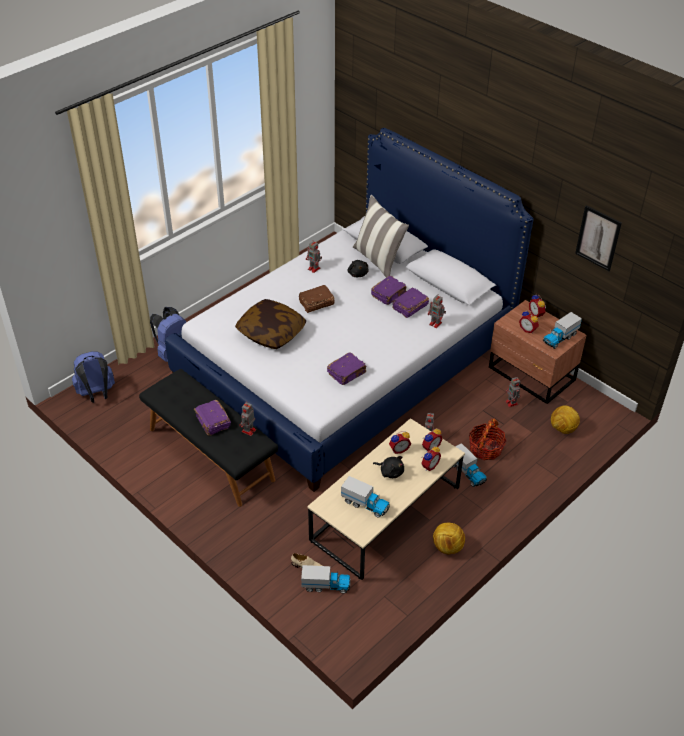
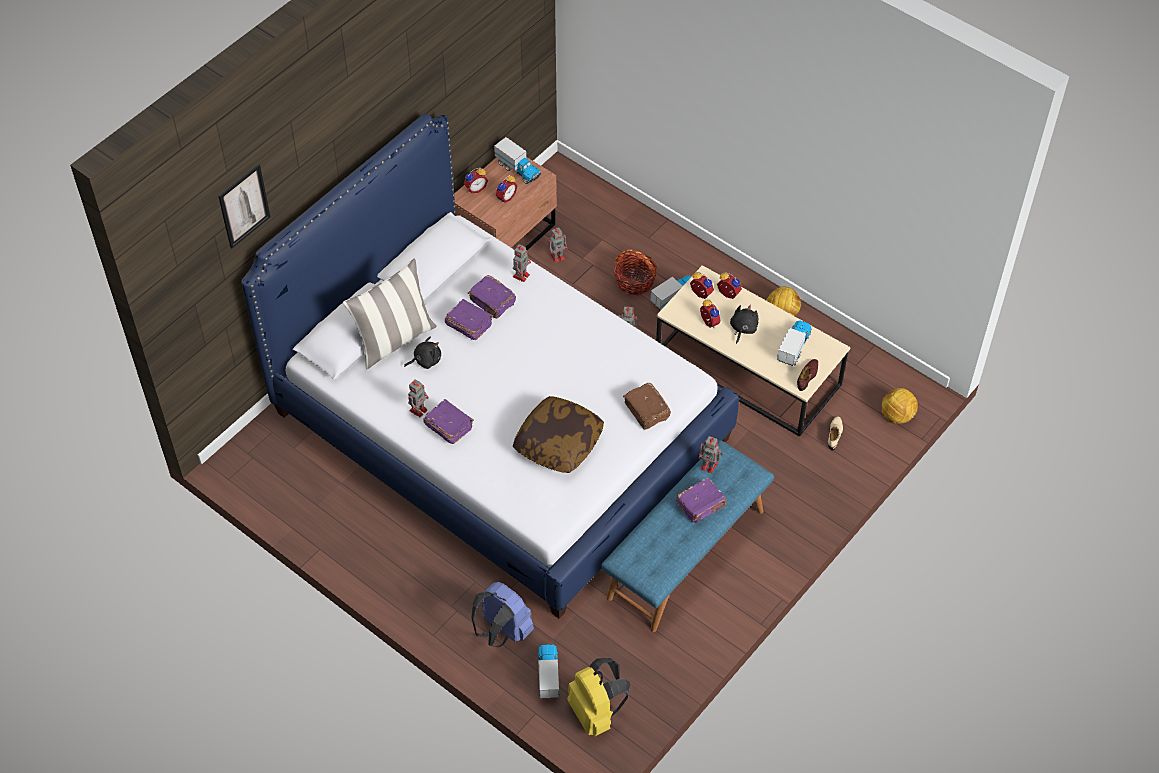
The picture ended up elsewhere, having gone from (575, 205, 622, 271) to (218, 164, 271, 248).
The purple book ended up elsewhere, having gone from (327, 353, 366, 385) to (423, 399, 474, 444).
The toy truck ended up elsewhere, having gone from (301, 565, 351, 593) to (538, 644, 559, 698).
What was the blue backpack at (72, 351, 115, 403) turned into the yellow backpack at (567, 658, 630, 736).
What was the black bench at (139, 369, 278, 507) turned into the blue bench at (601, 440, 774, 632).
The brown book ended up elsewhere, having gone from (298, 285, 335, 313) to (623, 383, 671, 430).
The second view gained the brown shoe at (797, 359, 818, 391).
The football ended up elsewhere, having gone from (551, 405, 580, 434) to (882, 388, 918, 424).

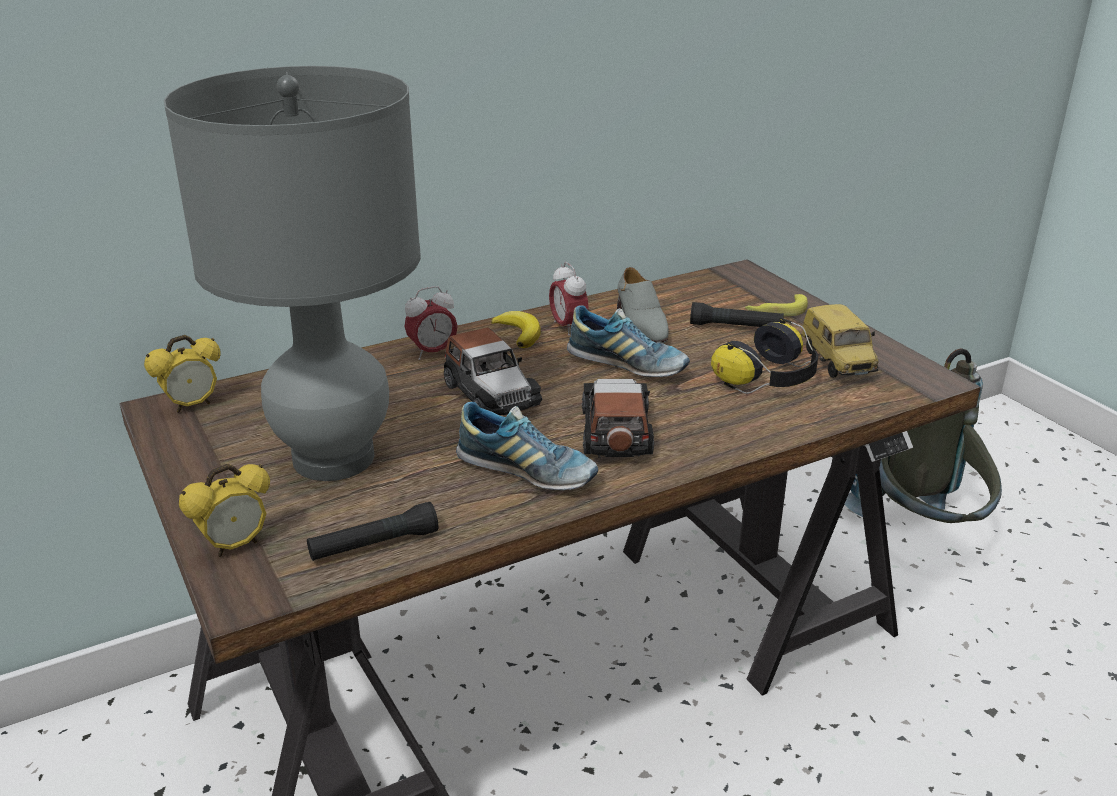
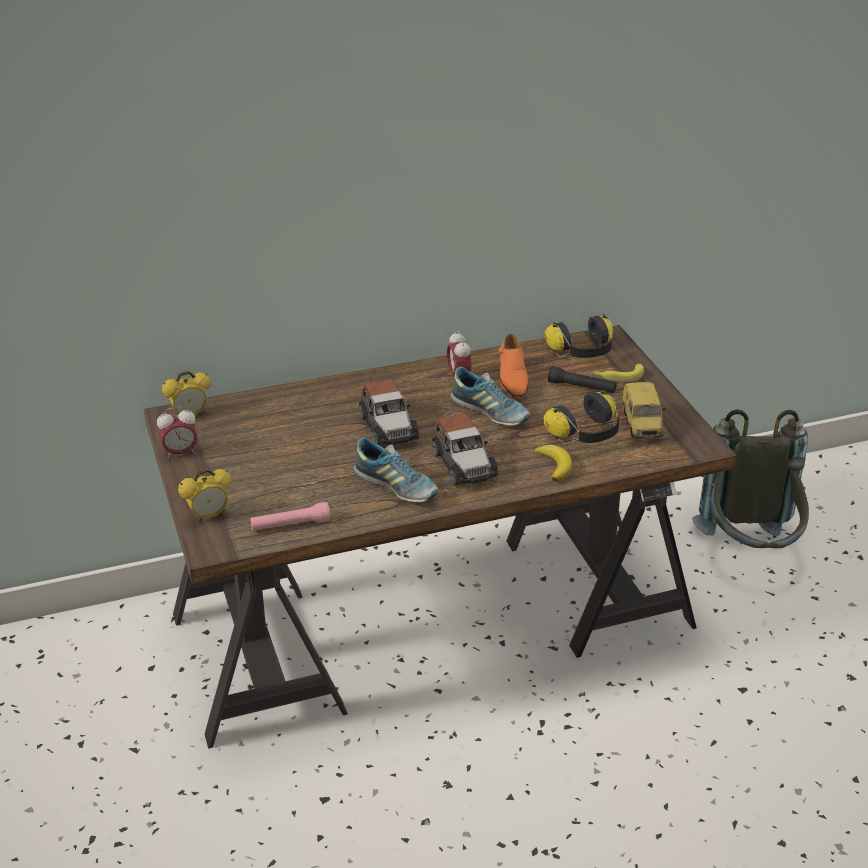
The alarm clock ended up elsewhere, having gone from (405, 286, 457, 360) to (157, 407, 197, 459).
What was the black flashlight at (307, 502, 438, 561) turned into the pink flashlight at (250, 502, 330, 531).
The toy car at (582, 379, 654, 457) ended up facing another way, 150 degrees clockwise from before.
What was the grey shoe at (617, 267, 669, 343) turned into the orange shoe at (499, 334, 528, 398).
The banana ended up elsewhere, having gone from (491, 311, 541, 348) to (534, 445, 572, 482).
The second view gained the headphones at (544, 314, 613, 358).
The second view lost the grey table lamp at (164, 66, 421, 481).

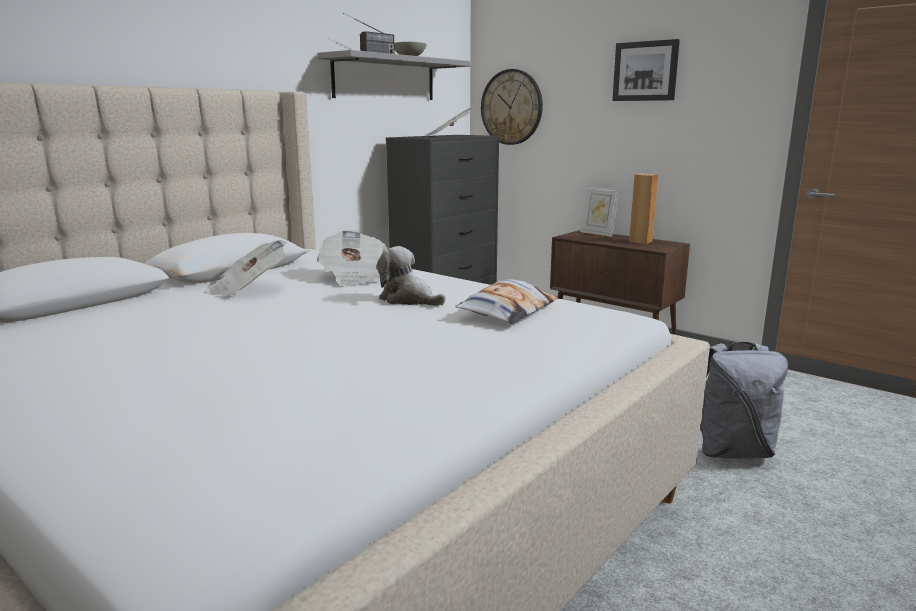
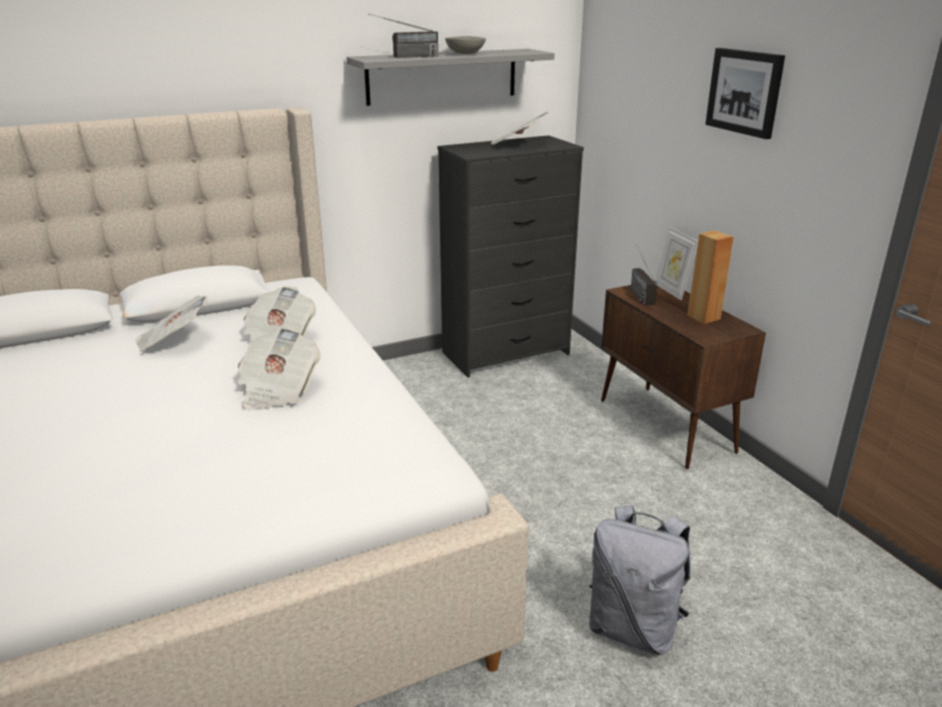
Where the plush toy stood at (376, 246, 446, 306), the newspaper came to stand at (237, 327, 321, 411).
The second view gained the radio at (631, 244, 657, 305).
The second view lost the pillow at (455, 279, 558, 324).
The second view lost the wall clock at (481, 69, 543, 145).

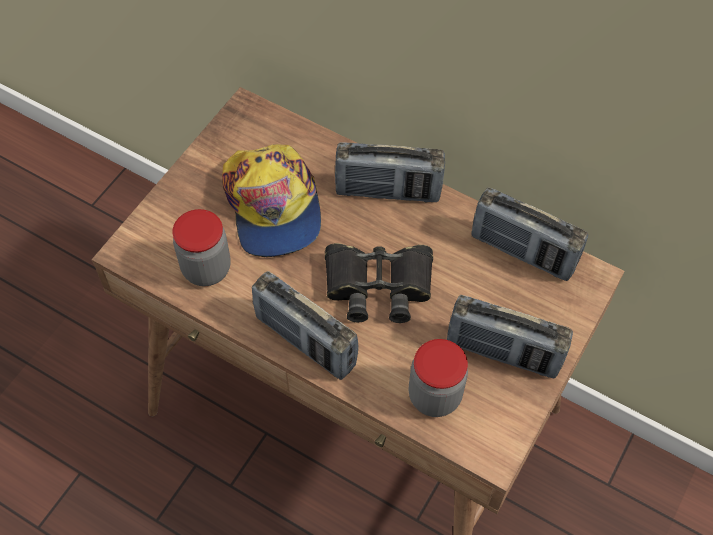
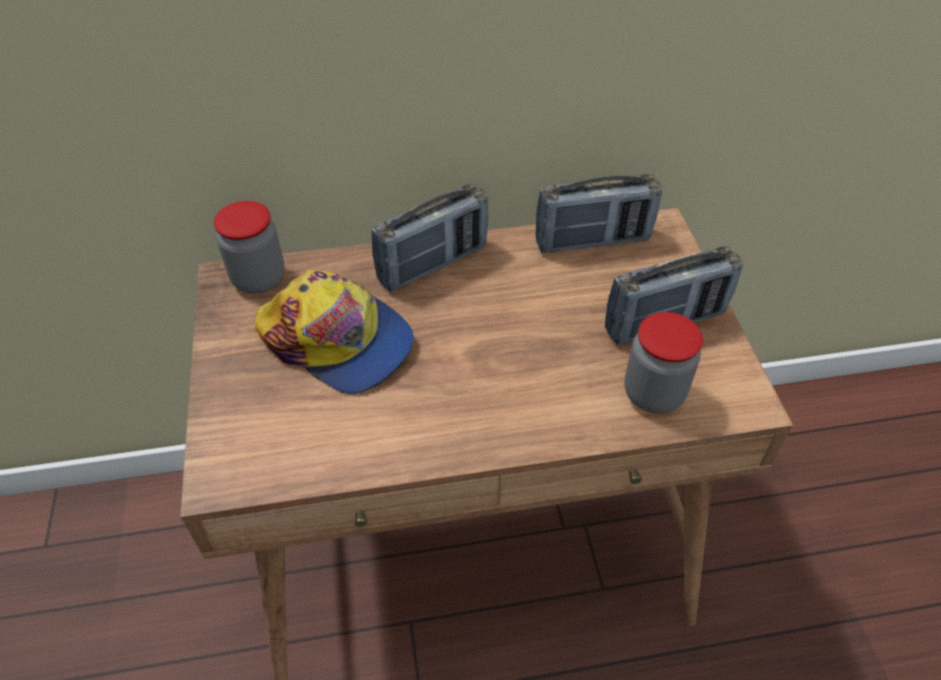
The jar ended up elsewhere, having gone from (173, 209, 230, 286) to (214, 201, 285, 293).
The second view lost the radio at (252, 271, 359, 380).
The second view lost the black binoculars at (325, 243, 433, 323).

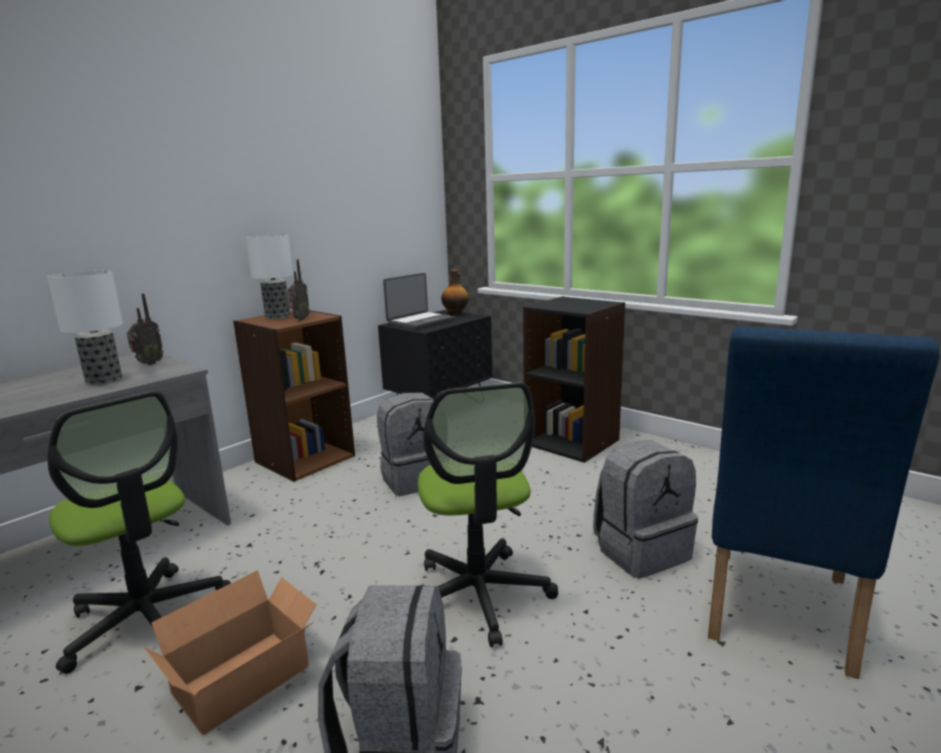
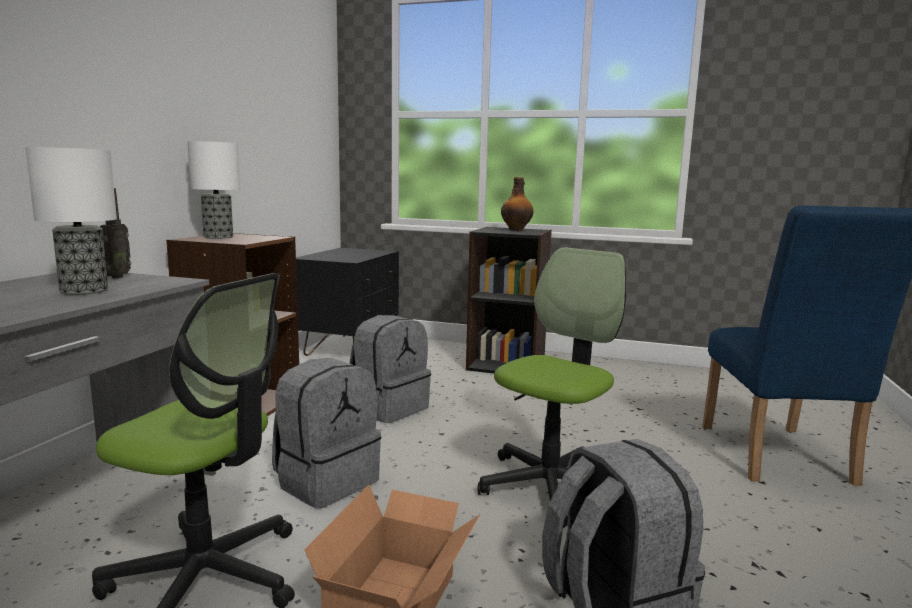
The grey backpack ended up elsewhere, having gone from (593, 440, 698, 579) to (272, 358, 381, 508).
The office chair at (418, 383, 558, 647) ended up facing another way, 105 degrees counterclockwise from before.
The bottle ended up elsewhere, having gone from (441, 269, 469, 315) to (501, 177, 534, 231).
The second view lost the radio at (285, 259, 310, 320).
The second view lost the laptop at (383, 273, 456, 329).

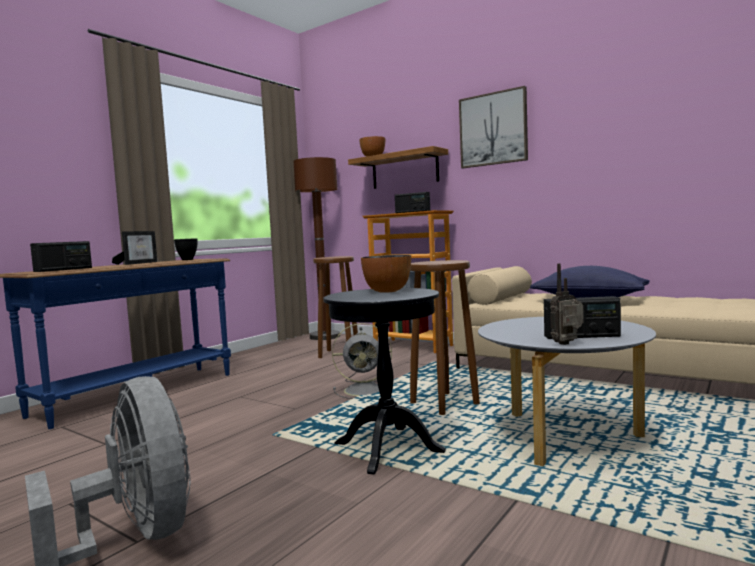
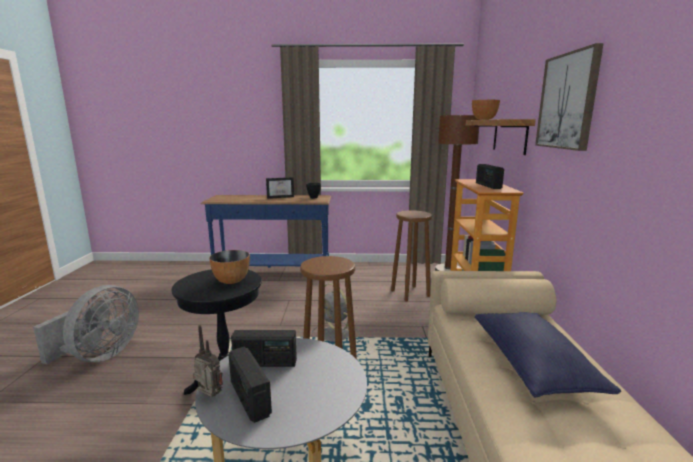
The radio ended up elsewhere, having gone from (30, 241, 92, 272) to (231, 330, 297, 367).

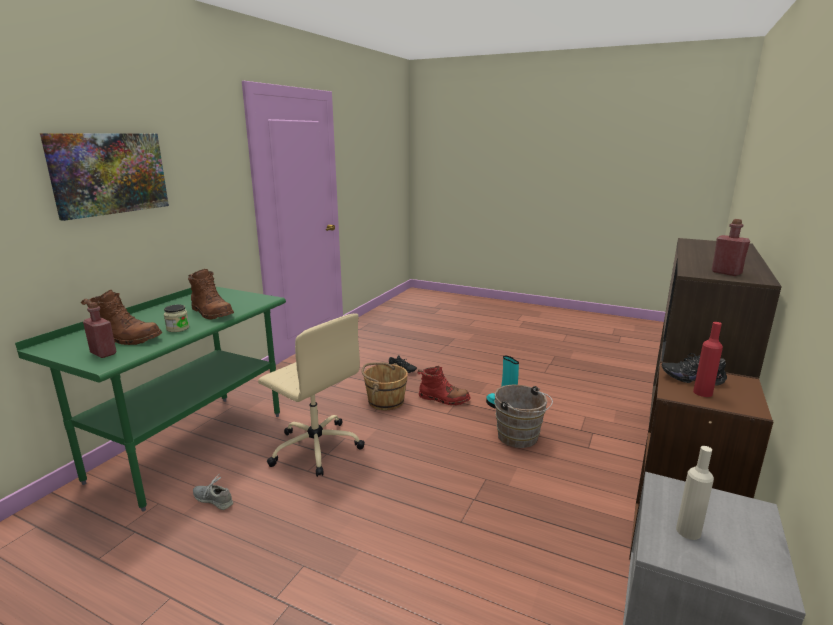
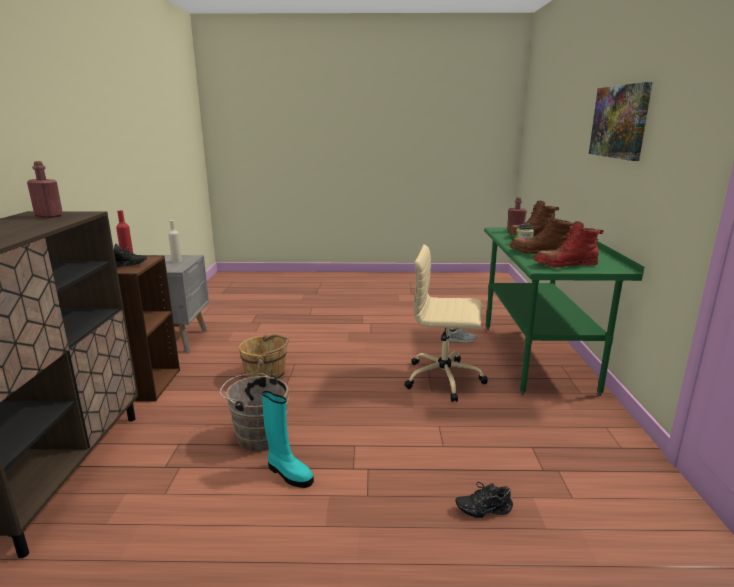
The brown bucket ended up elsewhere, having gone from (362, 362, 408, 410) to (239, 334, 289, 380).
The red boot ended up elsewhere, having gone from (417, 365, 471, 405) to (534, 221, 604, 267).

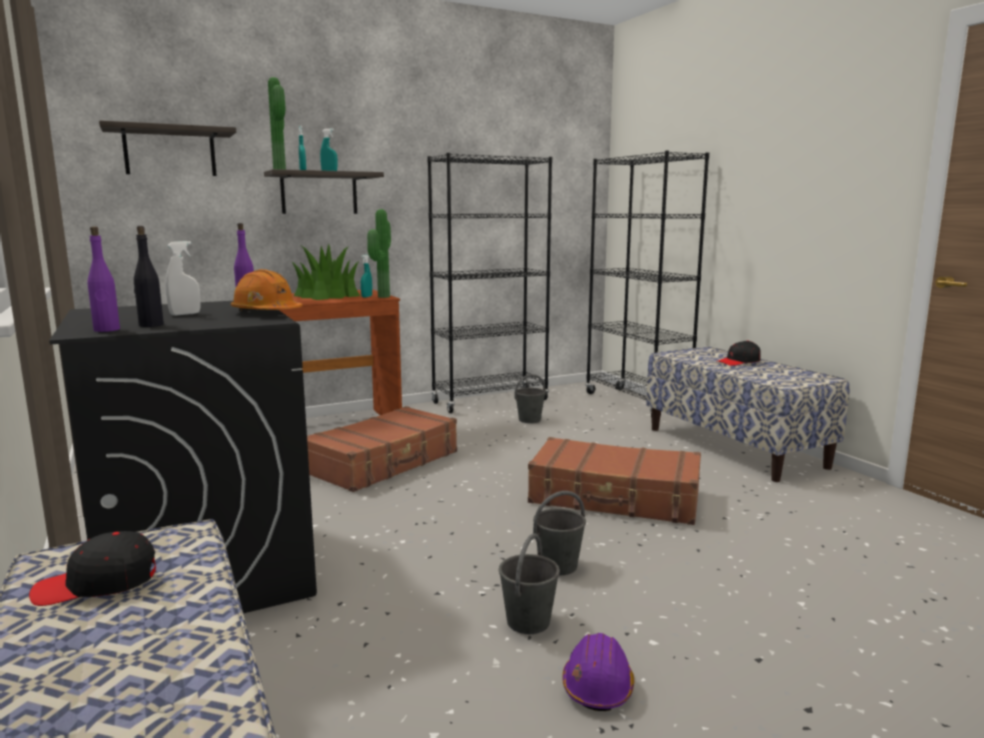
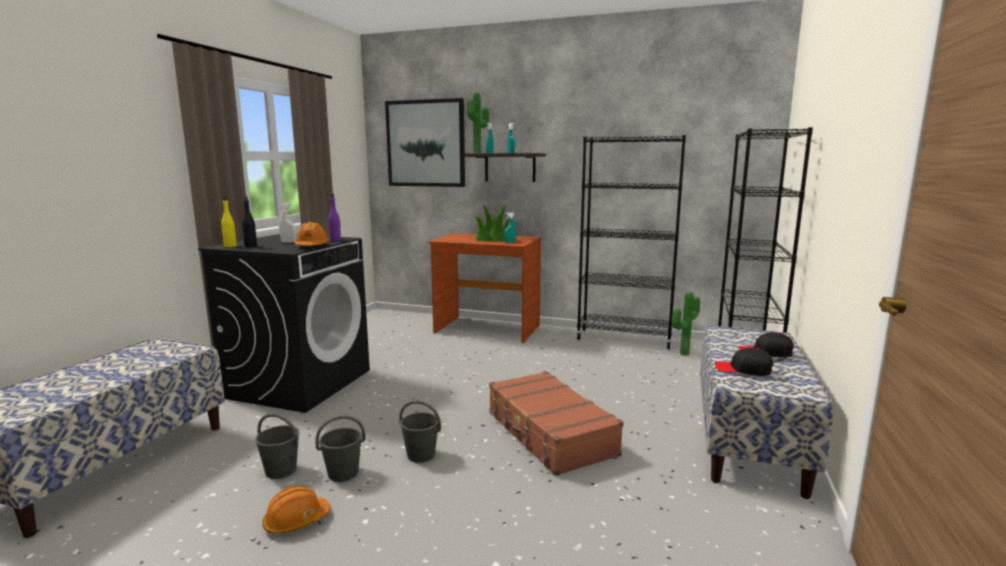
What was the purple bottle at (88, 226, 120, 332) turned into the yellow bottle at (221, 196, 237, 247).
The grey bucket ended up elsewhere, having gone from (514, 374, 546, 423) to (255, 413, 299, 479).
What was the purple hard hat at (563, 633, 634, 711) turned into the orange hard hat at (262, 486, 331, 534).
Where the shelf hung at (99, 120, 236, 176), the picture came to hang at (385, 98, 465, 187).
The potted plant ended up elsewhere, having gone from (367, 209, 391, 298) to (672, 291, 700, 356).
The black cap ended up elsewhere, having gone from (29, 531, 156, 606) to (715, 348, 773, 376).
The second view lost the brown suitcase at (307, 406, 457, 492).

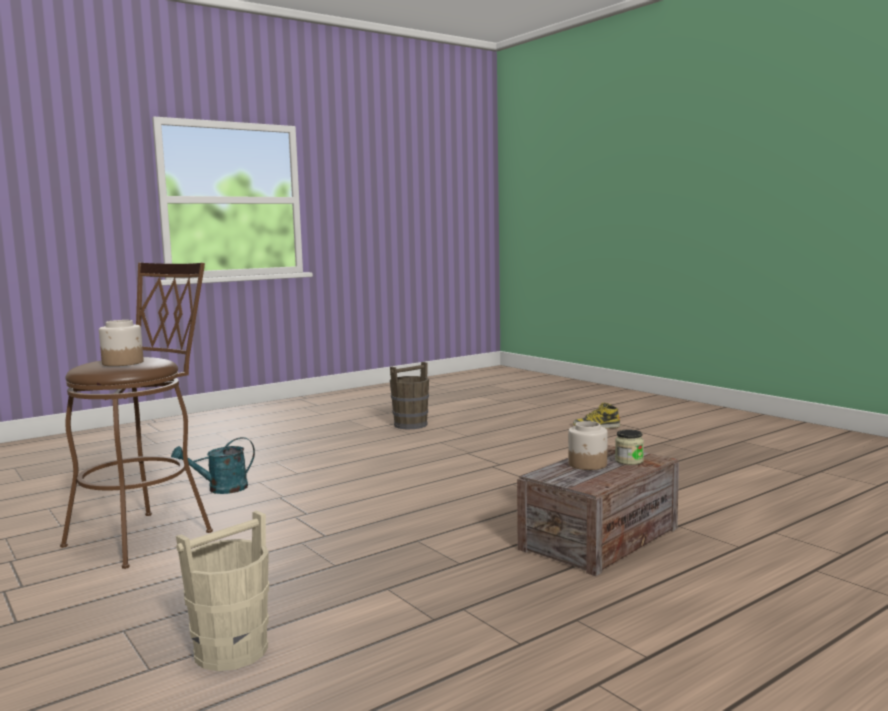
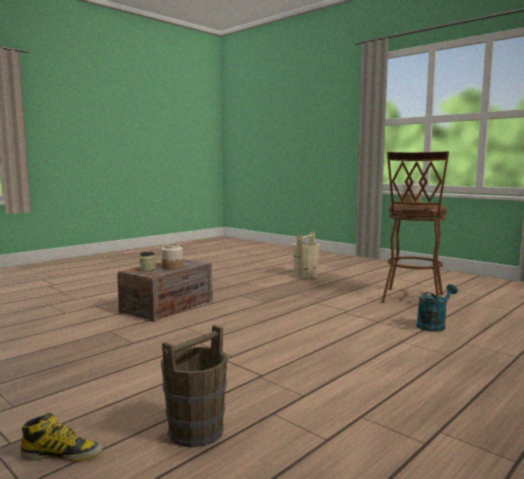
The brown bucket ended up elsewhere, having gone from (390, 362, 429, 429) to (161, 325, 227, 448).

